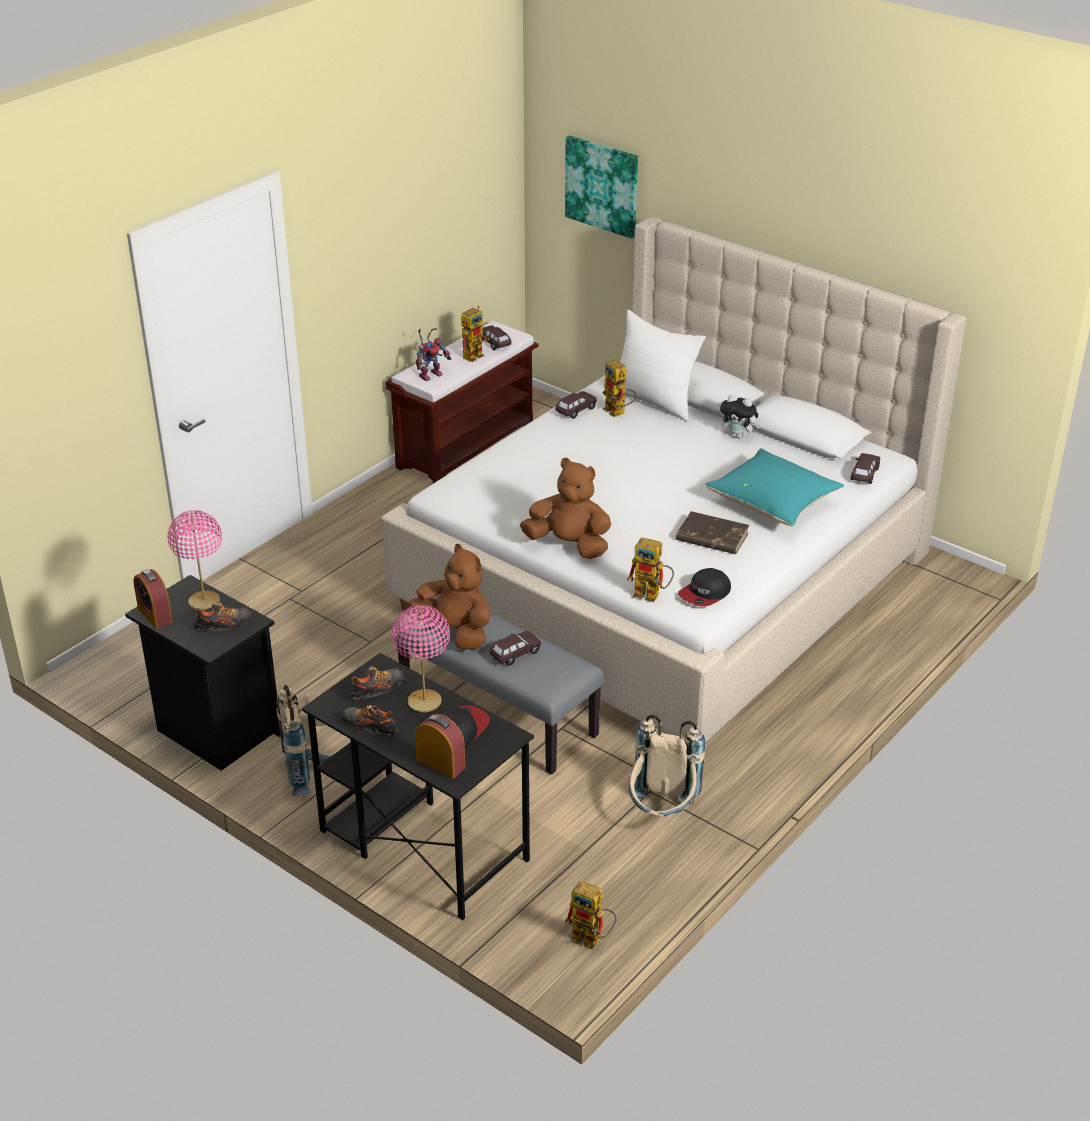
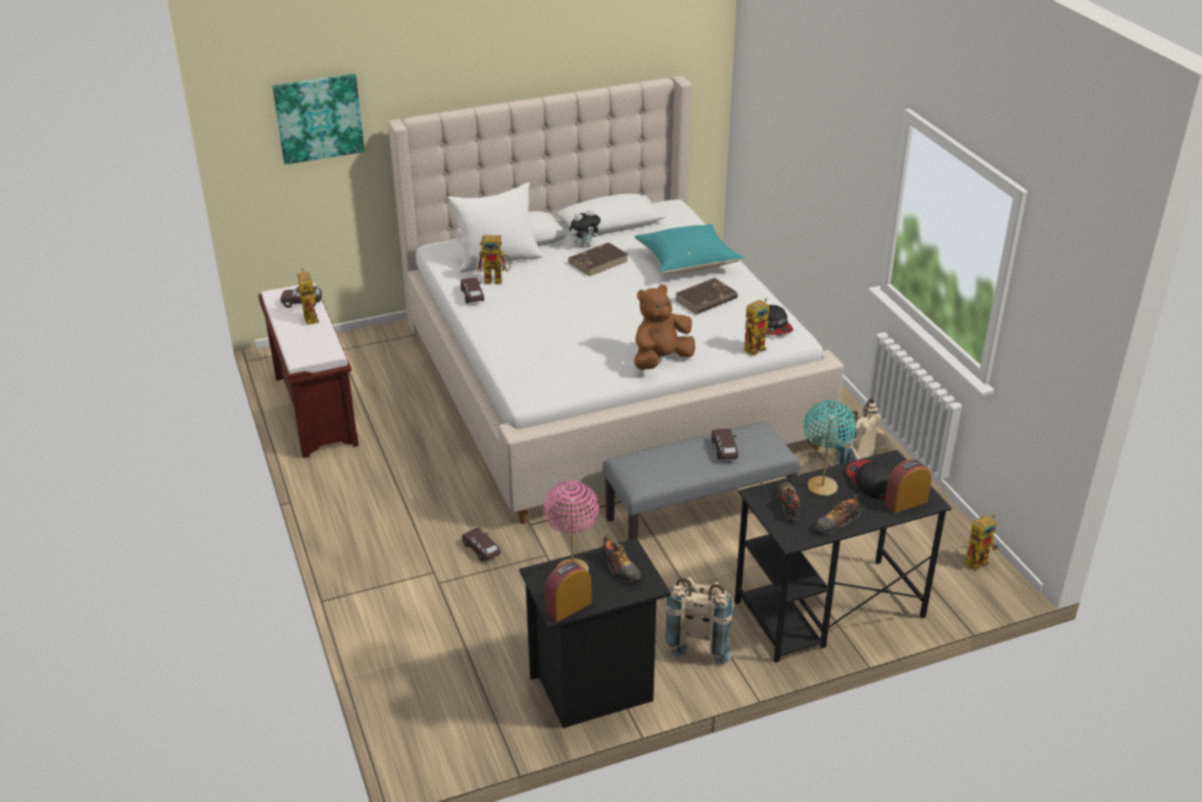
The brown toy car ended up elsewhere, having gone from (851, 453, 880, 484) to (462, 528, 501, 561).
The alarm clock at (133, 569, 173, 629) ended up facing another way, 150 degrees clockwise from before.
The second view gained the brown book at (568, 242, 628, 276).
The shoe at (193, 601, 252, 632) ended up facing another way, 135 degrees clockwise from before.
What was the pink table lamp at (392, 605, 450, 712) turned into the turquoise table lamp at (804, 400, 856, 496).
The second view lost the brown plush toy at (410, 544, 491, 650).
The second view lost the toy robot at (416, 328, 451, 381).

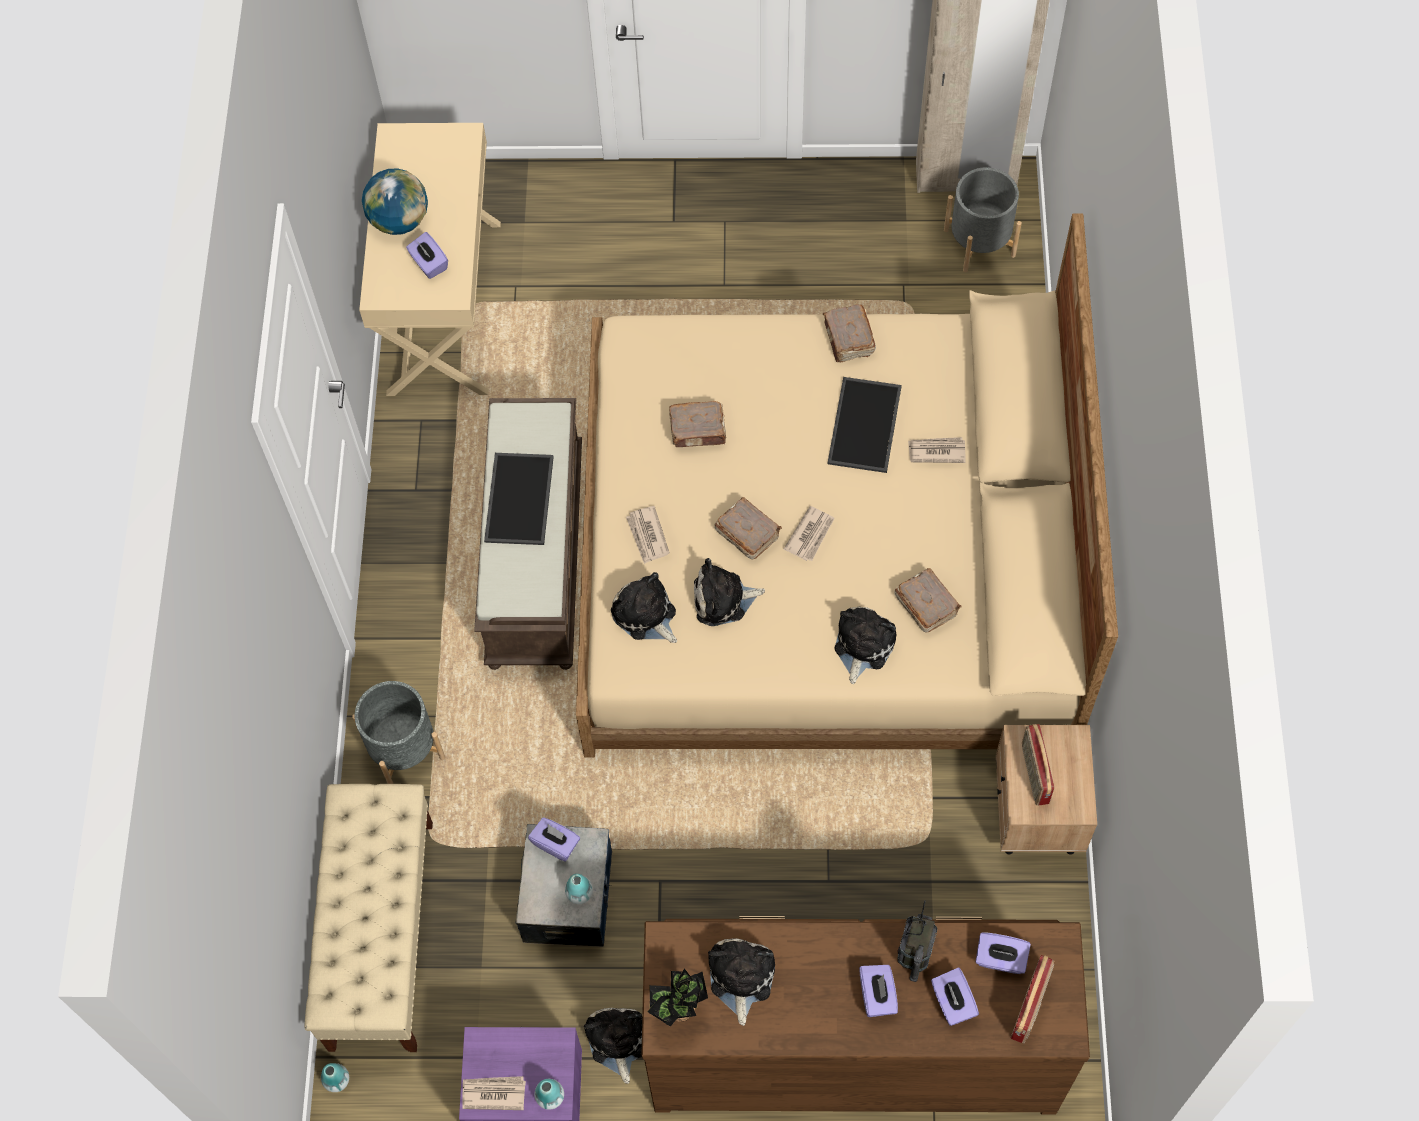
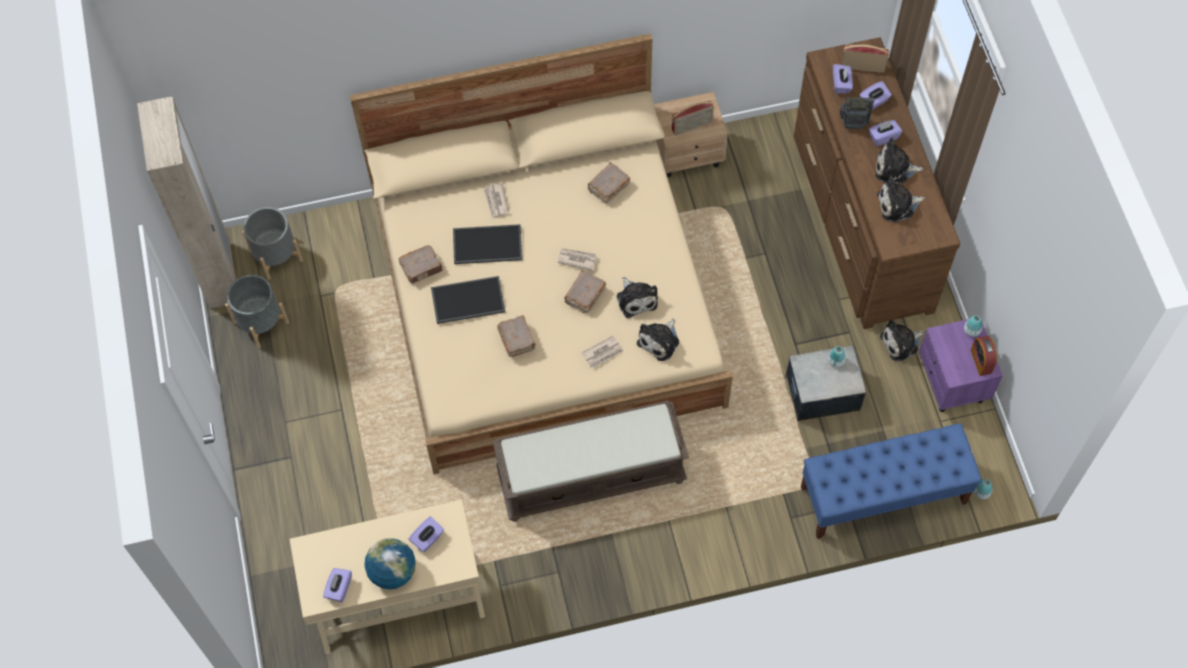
The grey planter ended up elsewhere, having gone from (352, 681, 445, 784) to (225, 275, 289, 348).
The purple tissue box ended up elsewhere, having gone from (528, 817, 580, 862) to (323, 568, 352, 602).
The tray ended up elsewhere, having gone from (484, 453, 554, 545) to (431, 276, 506, 324).
What was the beige bench at (305, 784, 433, 1052) turned into the blue bench at (801, 423, 982, 539).
The plush toy ended up elsewhere, having gone from (835, 607, 897, 684) to (875, 137, 923, 183).
Where the newspaper stood at (462, 1076, 526, 1110), the alarm clock came to stand at (971, 336, 997, 376).
The second view lost the potted plant at (647, 968, 708, 1027).

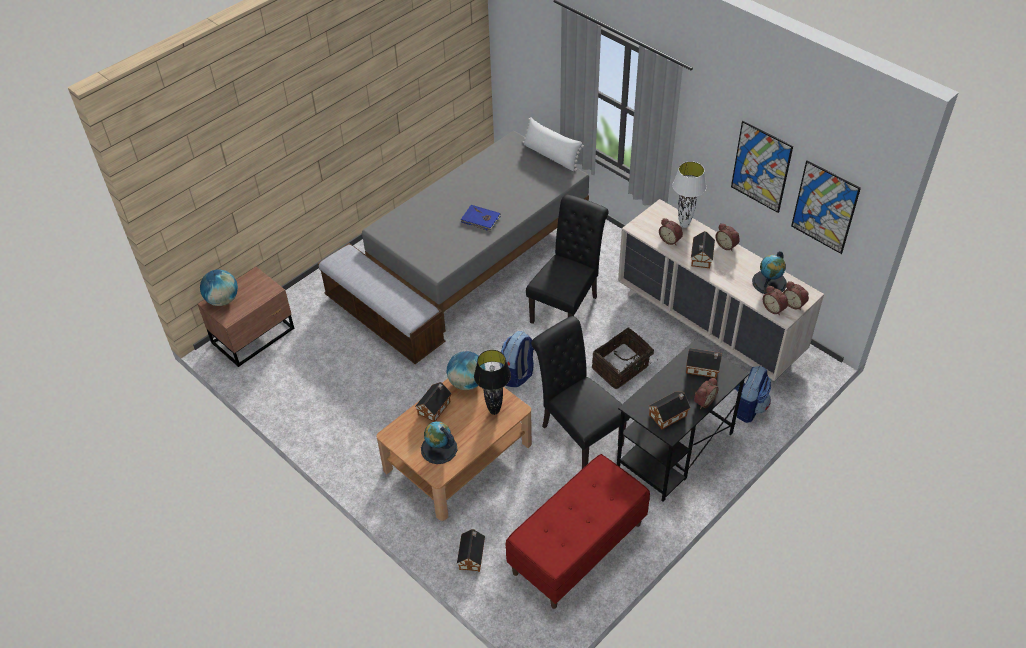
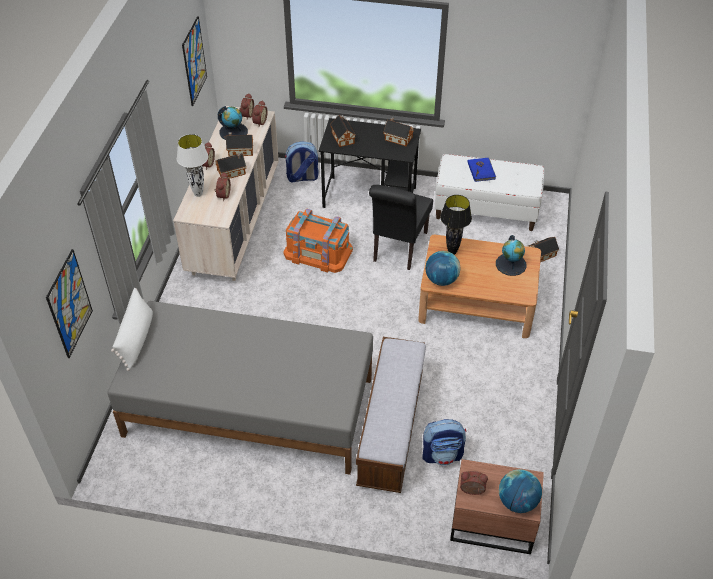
The picture ended up elsewhere, having gone from (731, 121, 793, 213) to (46, 249, 93, 358).
The toy house ended up elsewhere, having gone from (415, 382, 452, 422) to (226, 132, 253, 157).
Where the basket stood at (592, 327, 654, 389), the orange storage box came to stand at (284, 209, 353, 273).
The backpack ended up elsewhere, having gone from (500, 331, 534, 387) to (422, 419, 466, 465).
What was the red bench at (506, 454, 650, 609) turned into the white bench at (435, 154, 544, 231).
The alarm clock ended up elsewhere, having gone from (694, 378, 719, 409) to (460, 471, 488, 495).
The blue book ended up elsewhere, having gone from (460, 205, 501, 231) to (468, 157, 496, 182).
The second view lost the black chair at (526, 195, 609, 324).

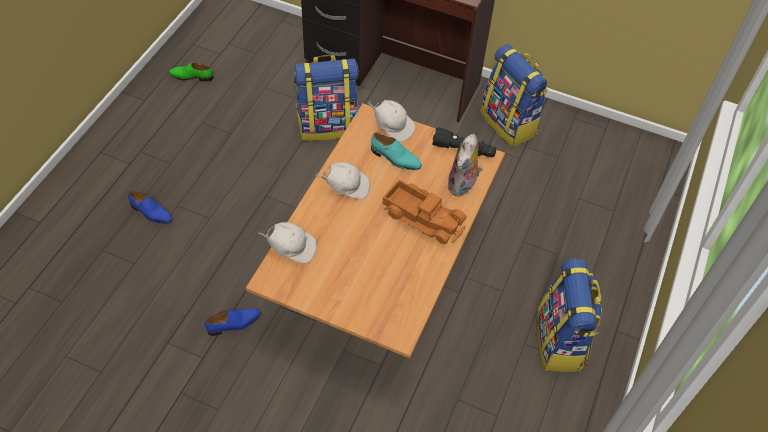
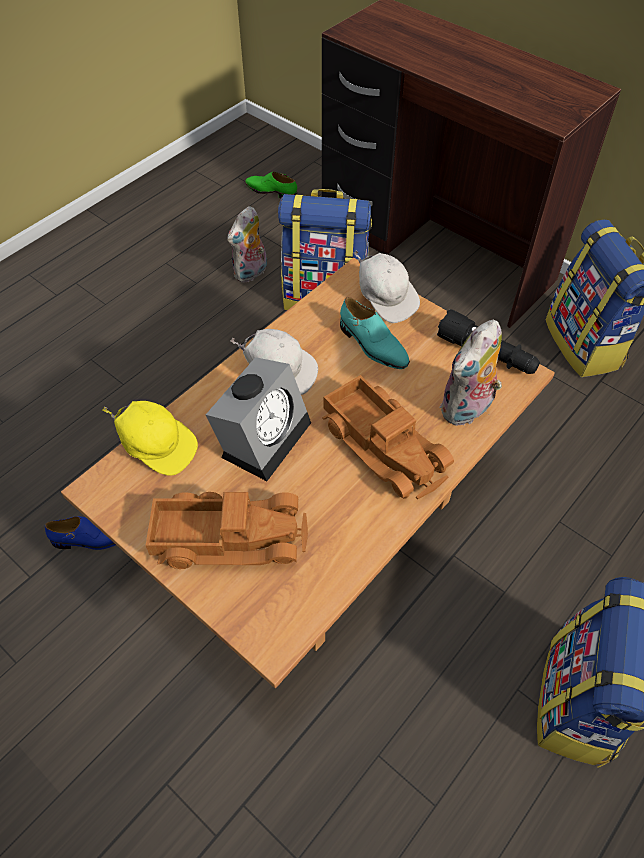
What was the white cap at (258, 222, 317, 263) turned into the yellow cap at (102, 401, 198, 476).
The second view gained the toy truck at (146, 492, 308, 569).
The second view gained the alarm clock at (206, 357, 311, 481).
The second view gained the plush toy at (227, 206, 267, 283).
The green shoe ended up elsewhere, having gone from (169, 63, 214, 82) to (245, 172, 297, 198).
The second view lost the blue shoe at (128, 190, 172, 224).

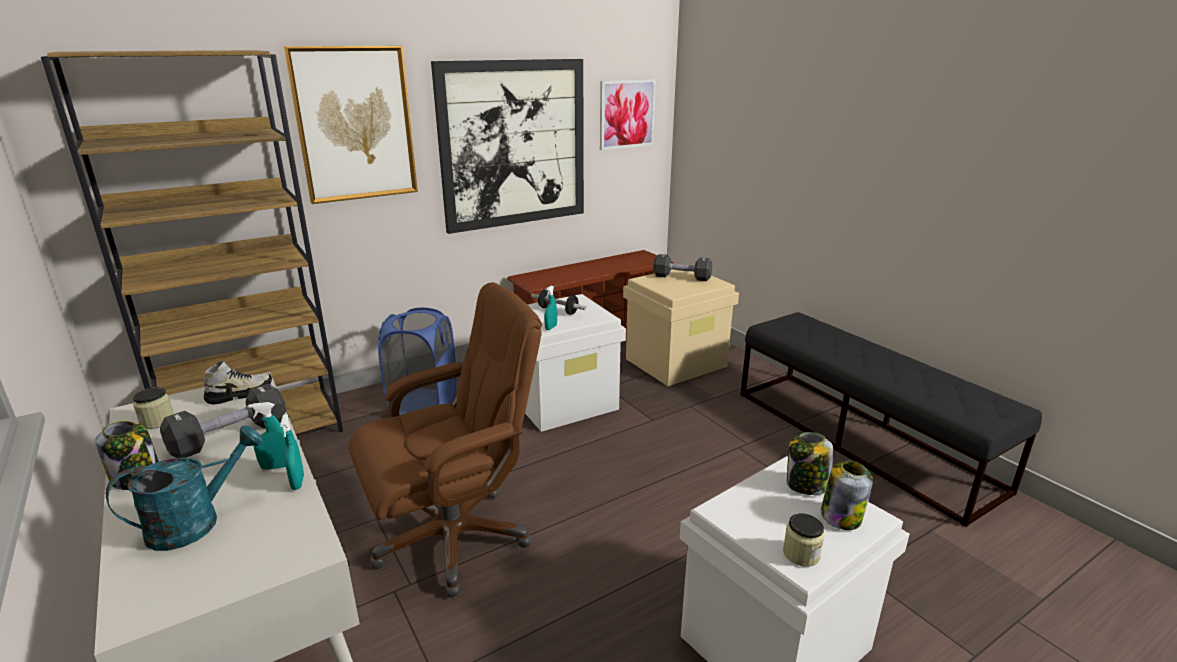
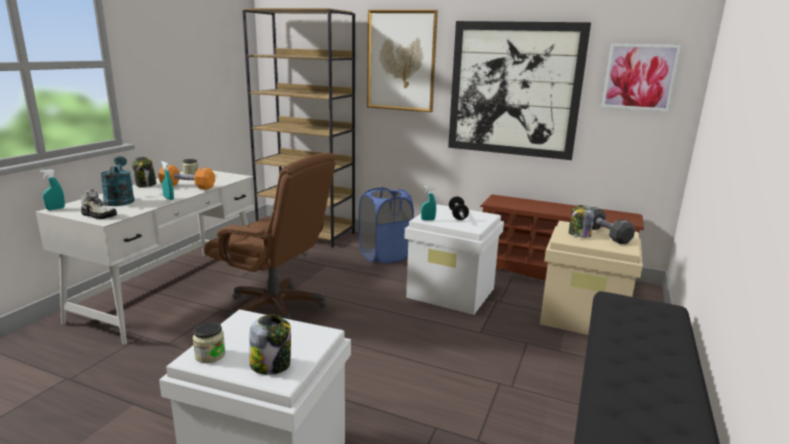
The turquoise spray bottle ended up elsewhere, having gone from (280, 414, 304, 490) to (40, 169, 65, 210).
The shoe ended up elsewhere, having gone from (204, 361, 272, 404) to (81, 189, 117, 219).
The turquoise watering can at (106, 425, 263, 551) ended up facing another way, 120 degrees counterclockwise from before.
What was the black dumbbell at (160, 384, 286, 458) turned into the orange dumbbell at (158, 165, 215, 190).
The jar ended up elsewhere, having gone from (787, 432, 833, 495) to (569, 205, 594, 238).

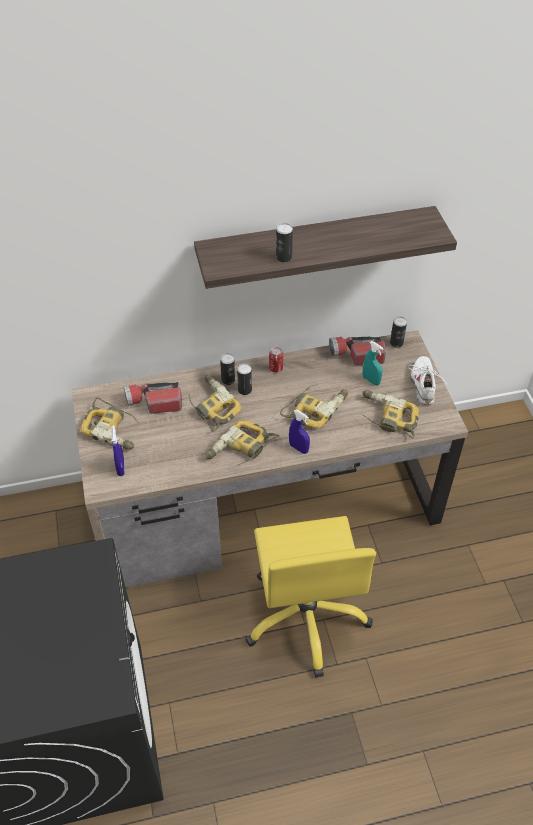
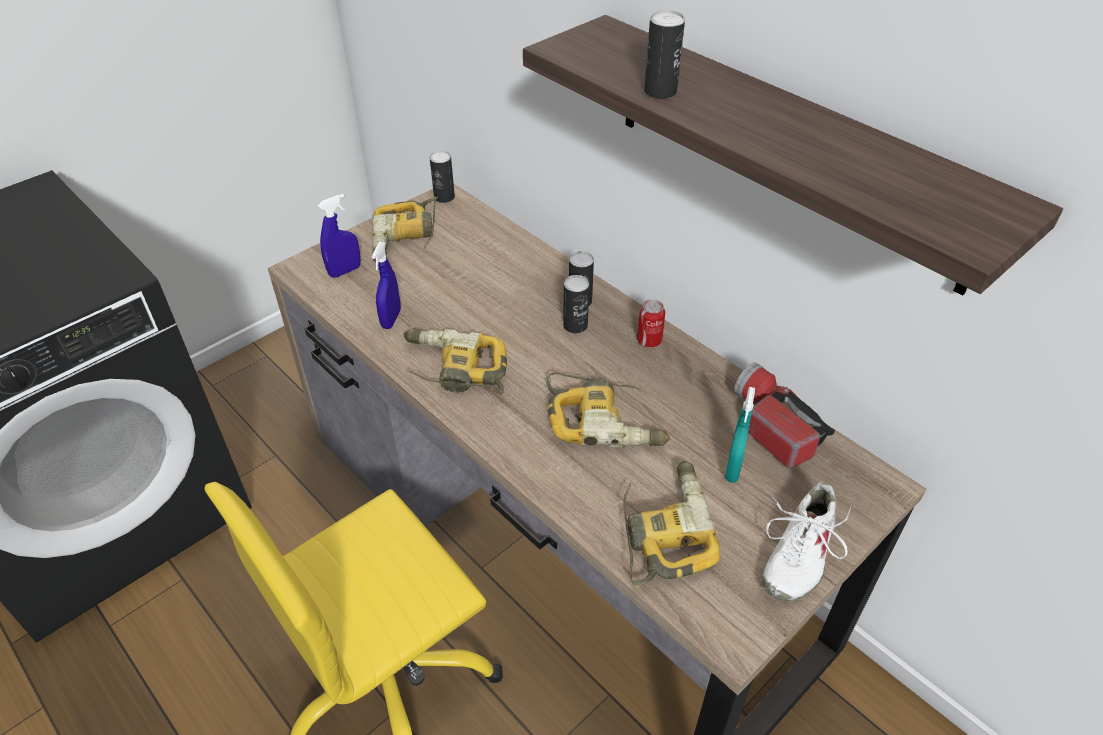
The blue spray bottle ended up elsewhere, having gone from (289, 409, 310, 454) to (372, 241, 401, 329).
The can ended up elsewhere, having gone from (390, 317, 407, 348) to (430, 151, 455, 203).
The white shoe at (408, 356, 445, 405) ended up facing another way, 150 degrees clockwise from before.
The second view lost the flashlight at (124, 382, 182, 414).
The second view lost the power drill at (188, 375, 242, 432).

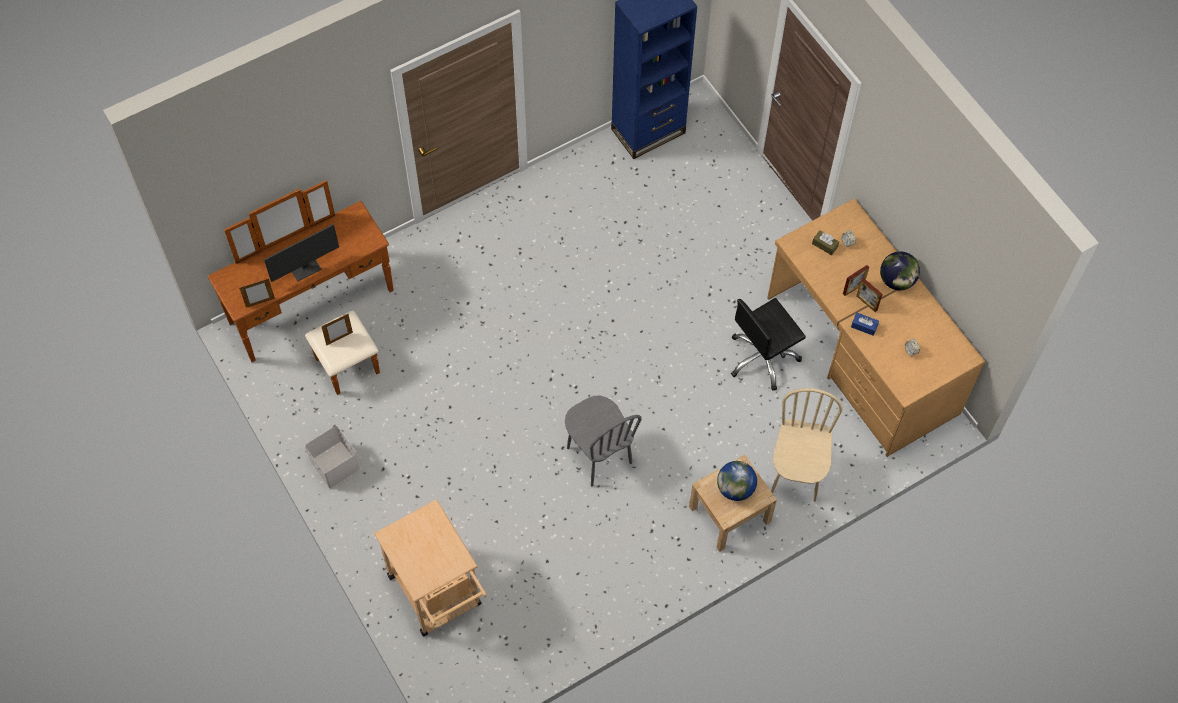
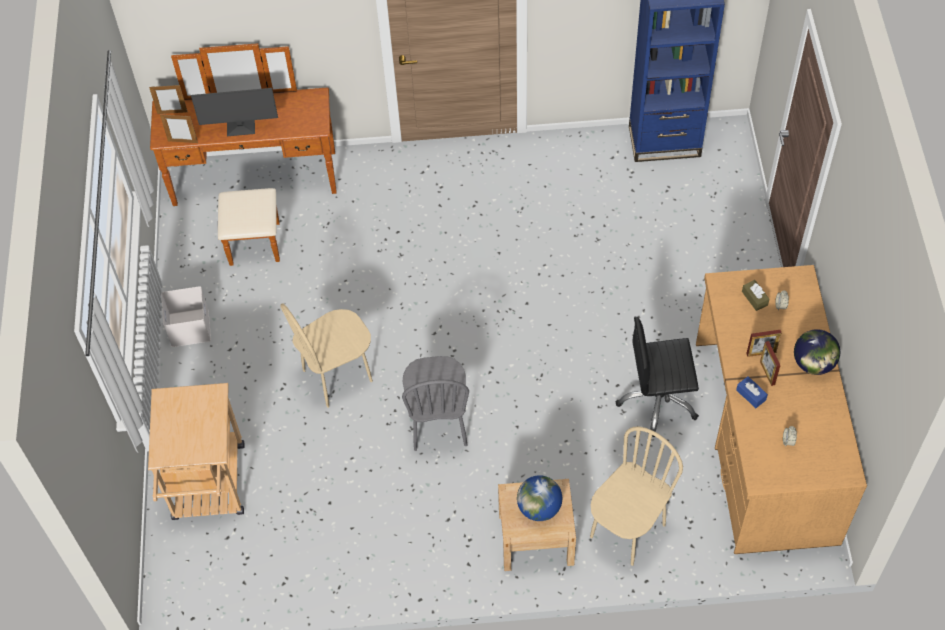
The picture frame ended up elsewhere, having gone from (321, 314, 353, 345) to (149, 85, 188, 114).
The second view gained the beige chair at (280, 303, 373, 408).

